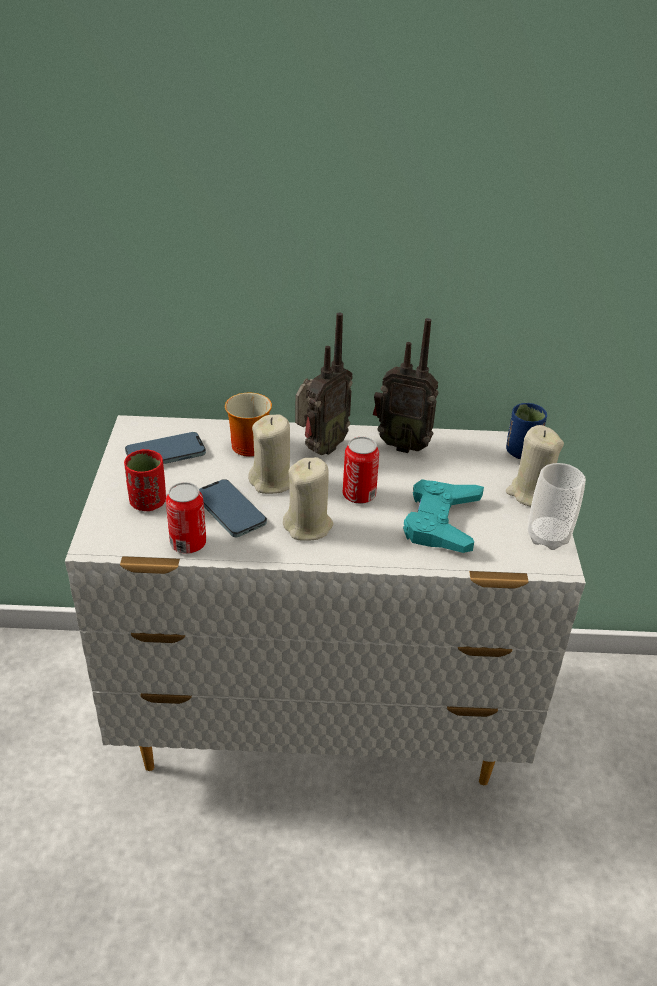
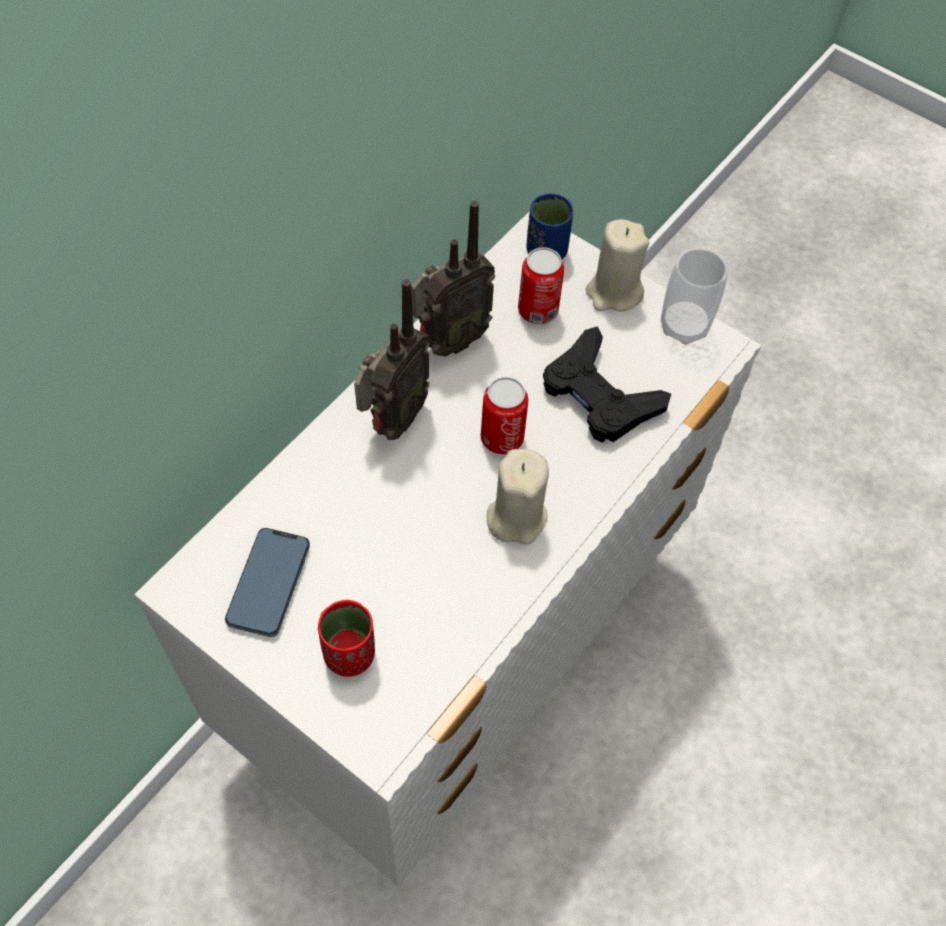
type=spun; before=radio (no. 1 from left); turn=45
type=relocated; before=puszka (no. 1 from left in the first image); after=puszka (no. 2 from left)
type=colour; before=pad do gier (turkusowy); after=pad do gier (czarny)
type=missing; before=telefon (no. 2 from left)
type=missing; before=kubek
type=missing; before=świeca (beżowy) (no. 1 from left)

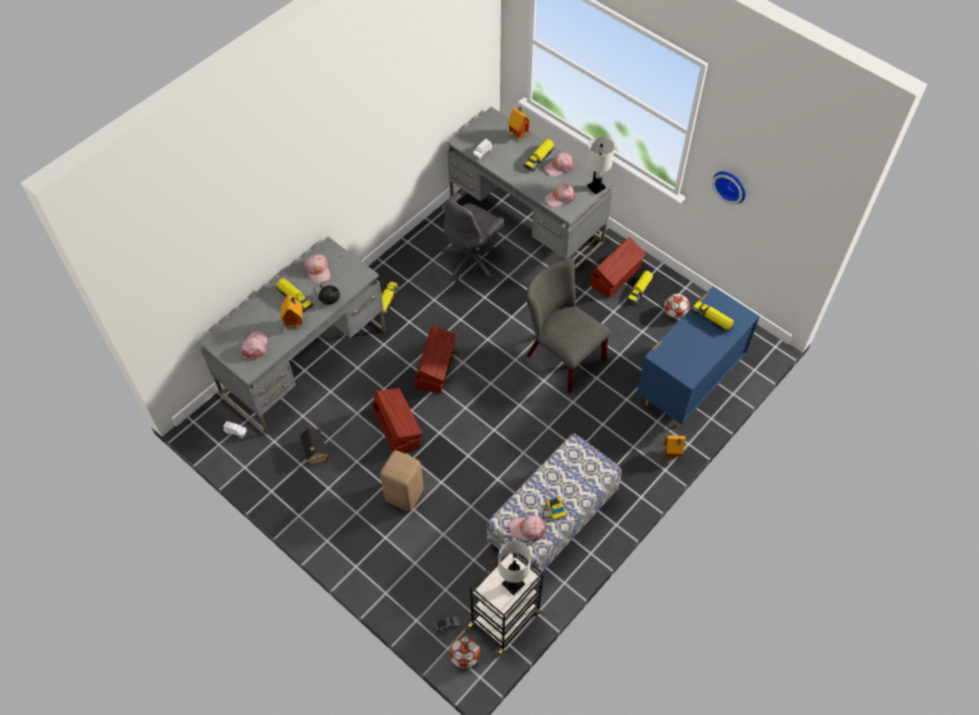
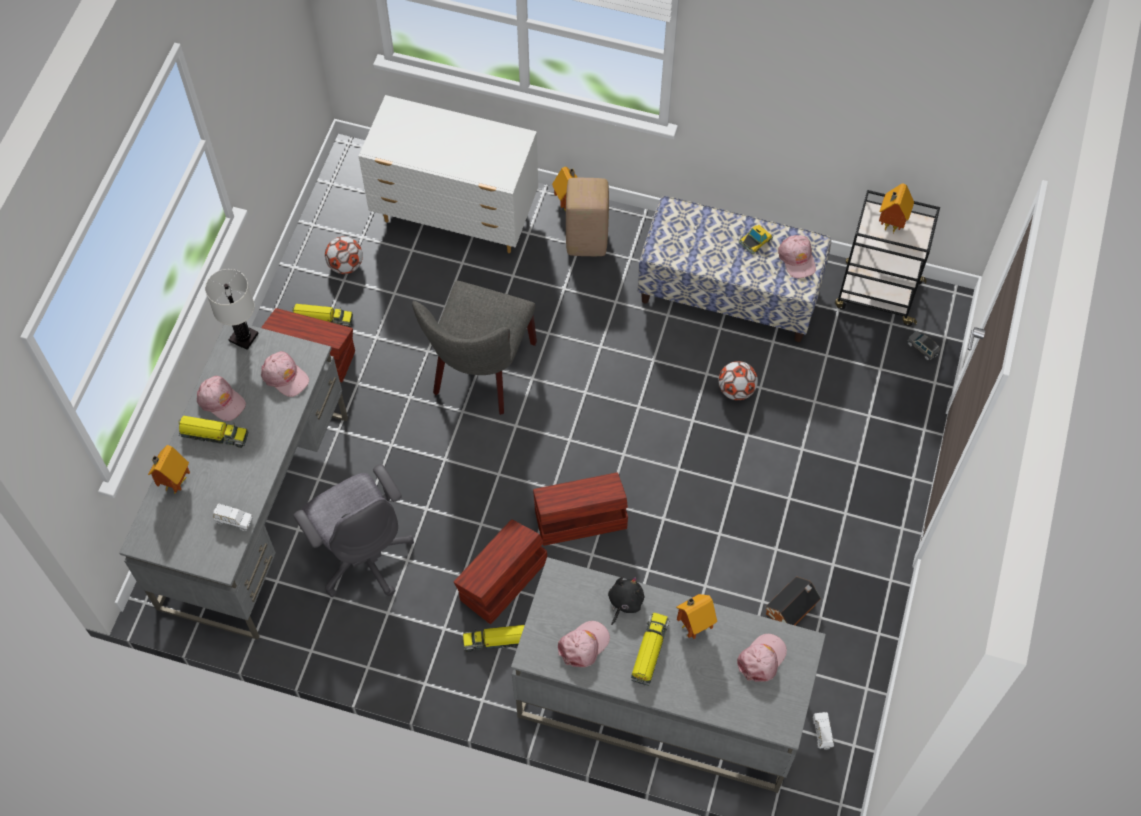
type=spun; before=krzesło biurowe (szary); turn=45
type=colour; before=komoda (niebieski); after=komoda (biały)
type=relocated; before=pojemnik do przechowywania (brązowy) (no. 1 from left in the first image); after=pojemnik do przechowywania (brązowy) (no. 2 from left)
type=relocated; before=stołek (beżowy)
type=relocated; before=piłka futbolowa (no. 1 from left in the first image); after=piłka futbolowa (no. 2 from left)
type=spun; before=czapka z daszkiem (różowy) (no. 1 from left in the first image); turn=150
type=exchanged; before=lampa stołowa (biały) (no. 1 from left); after=domek (no. 5 from left)
type=missing; before=ciężarówka zabawkowa (no. 5 from left)
type=missing; before=zegar ścienny

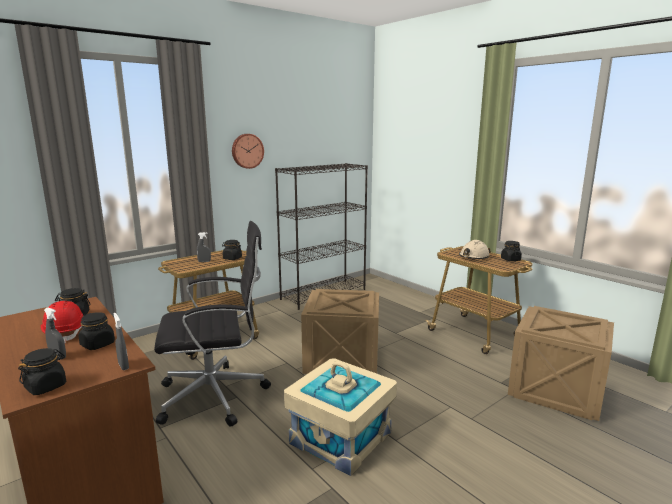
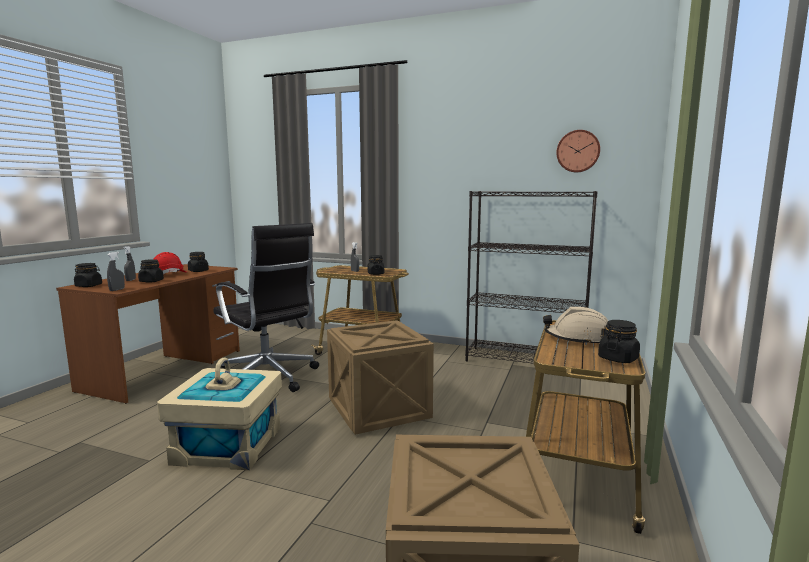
type=relocated; before=zegar ścienny

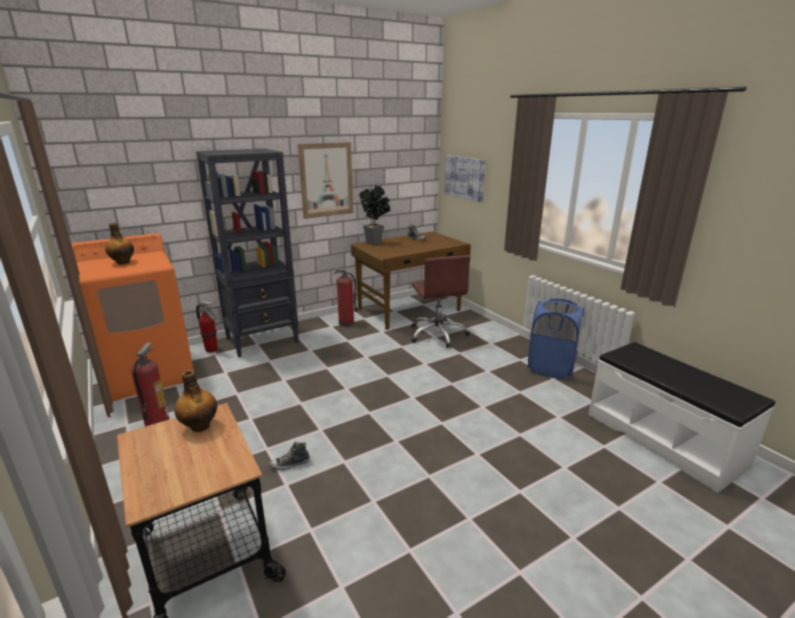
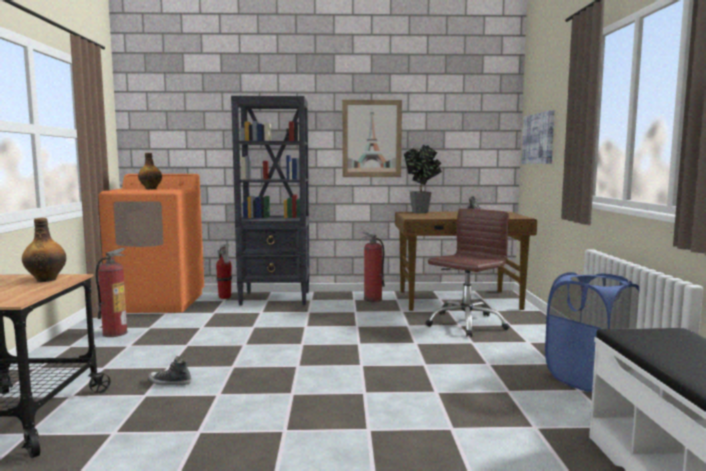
type=spun; before=krzesło biurowe (brązowy); turn=-150

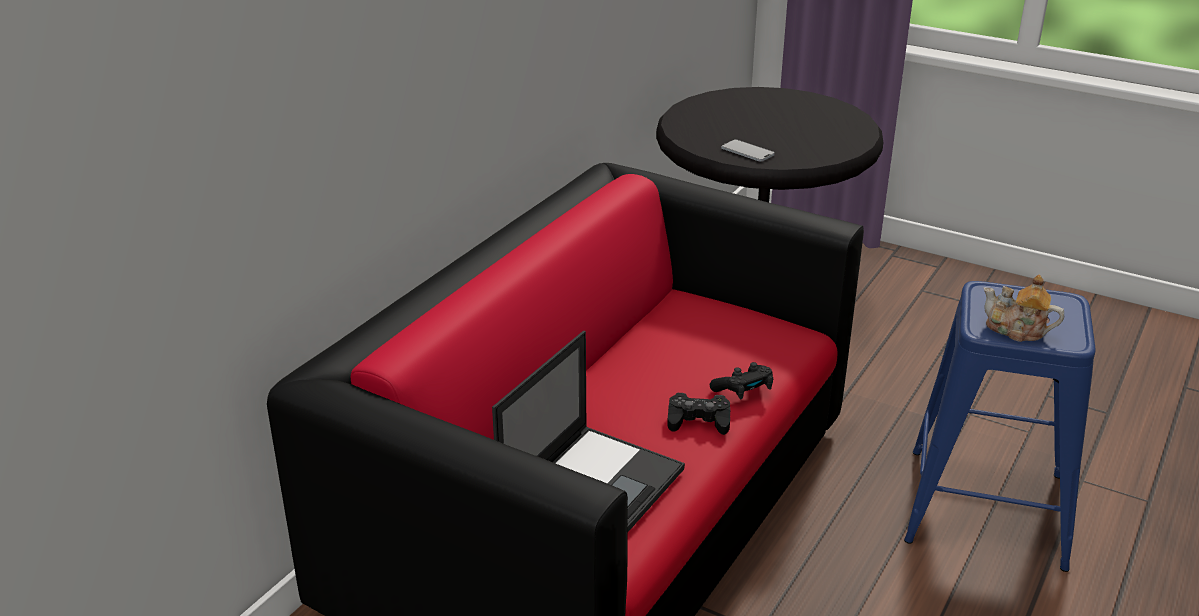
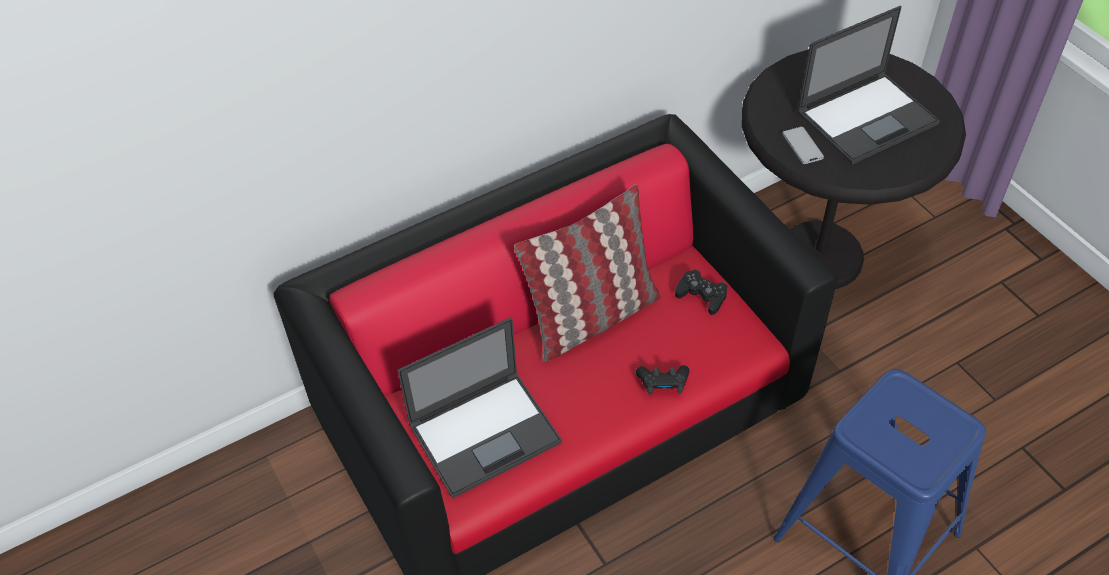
type=appeared; after=poduszka
type=relocated; before=pad do gier (czarny) (no. 1 from left in the first image); after=pad do gier (czarny) (no. 2 from left)
type=appeared; after=laptop (no. 2 from left)
type=missing; before=imbryk

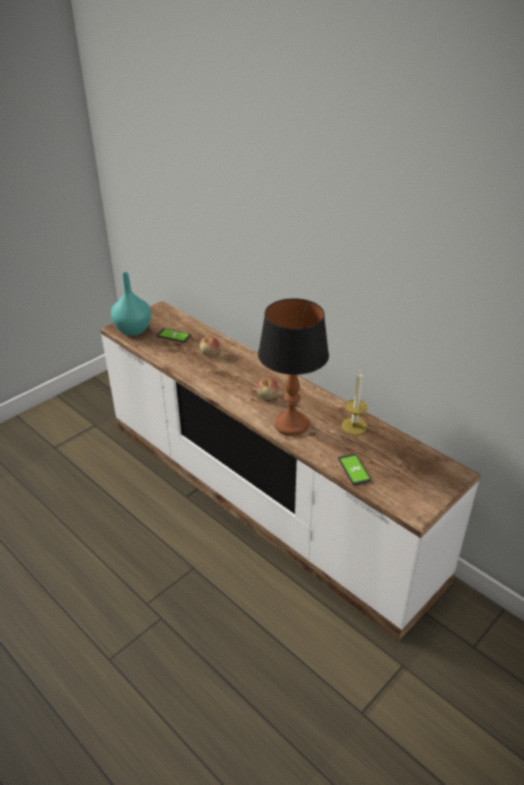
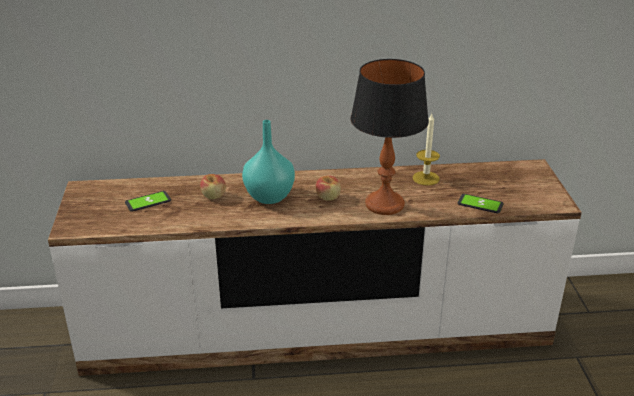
type=relocated; before=wazon (turkusowy)

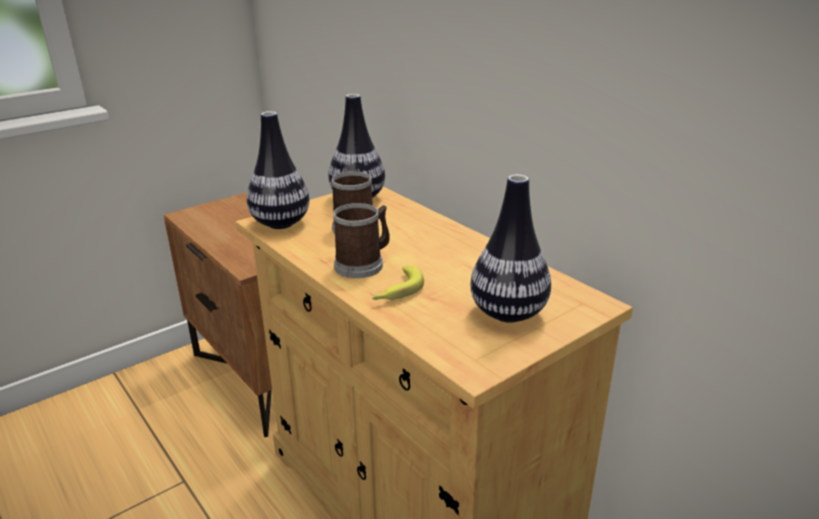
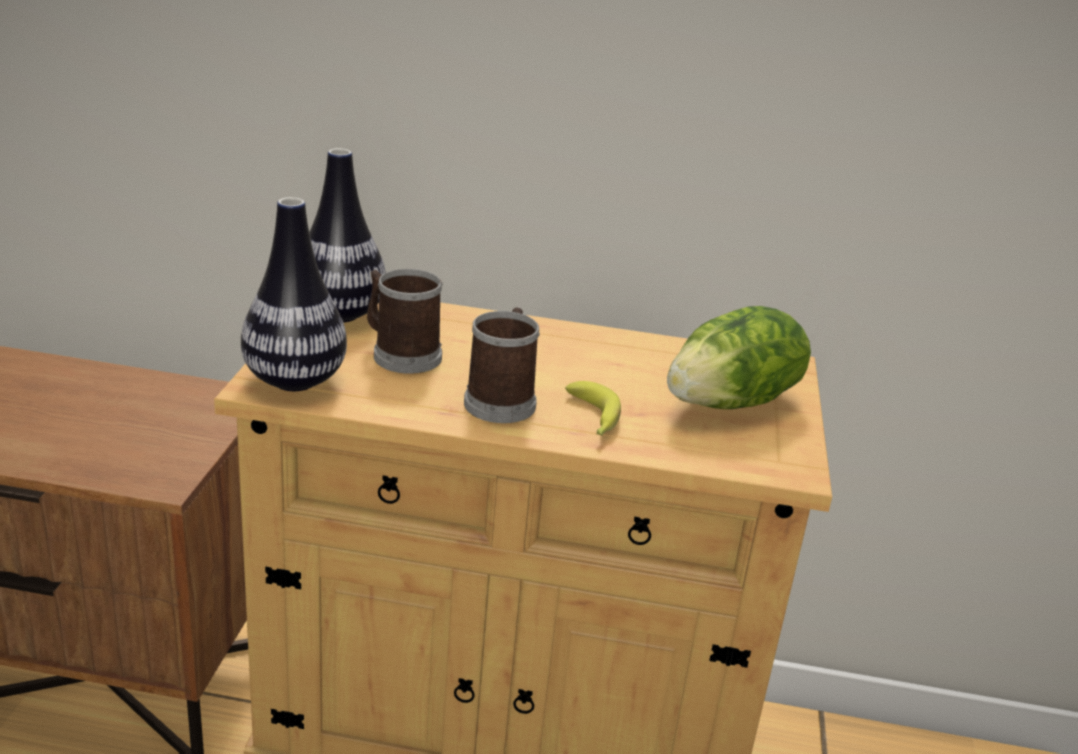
type=exchanged; before=wazon (no. 3 from left); after=sałata

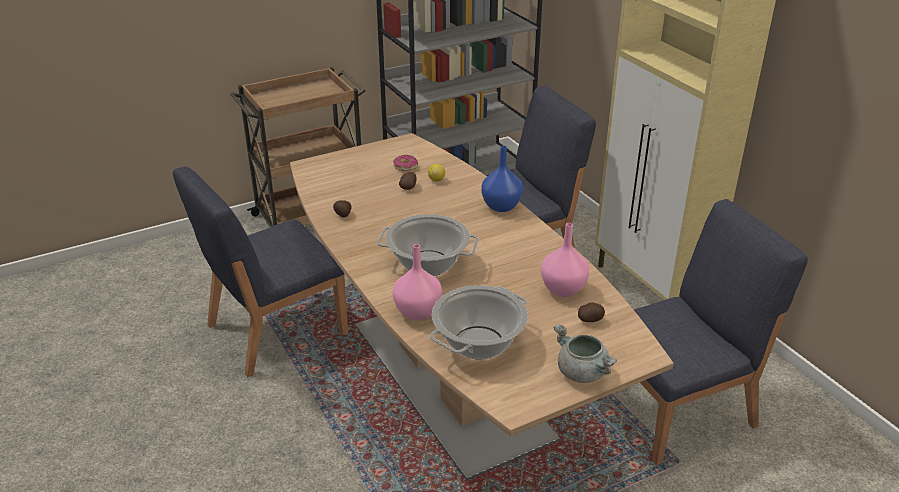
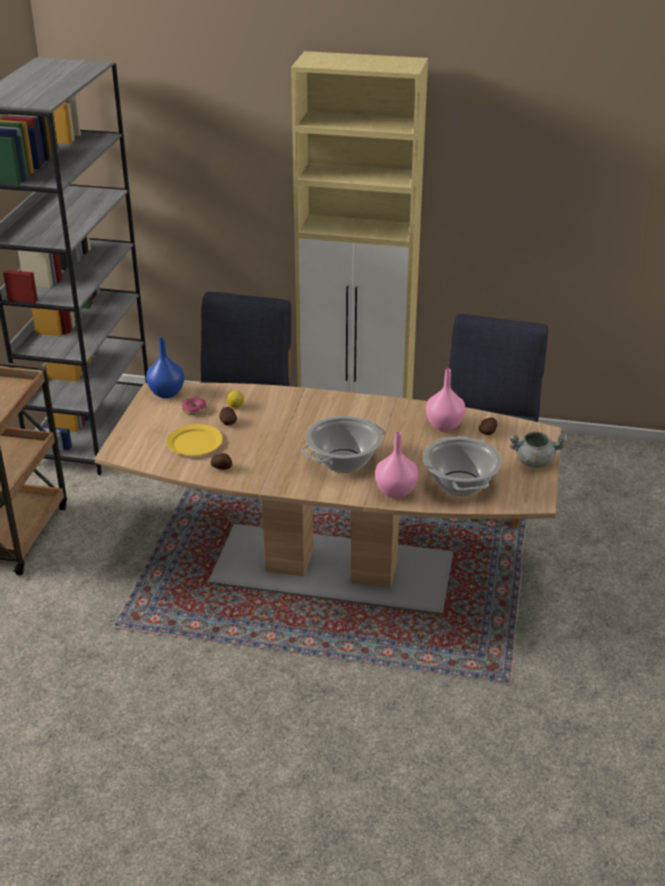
type=relocated; before=wazon (niebieski)
type=appeared; after=talerz (żółty)
type=missing; before=krzesło (niebieski) (no. 1 from left)

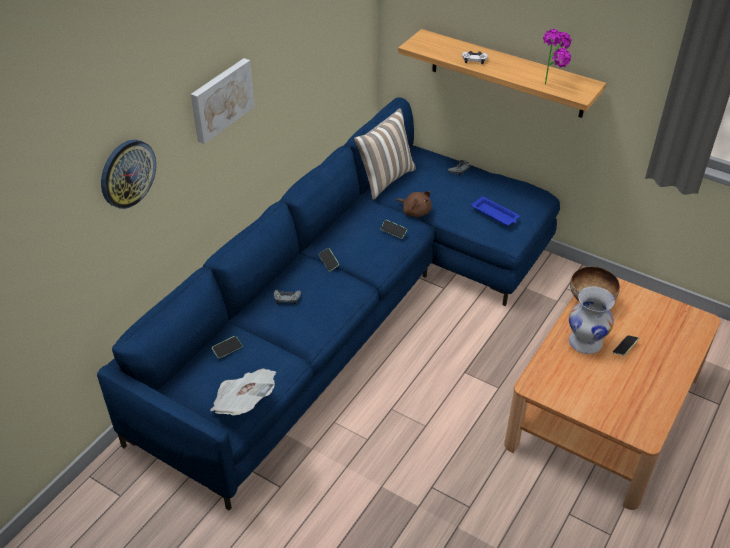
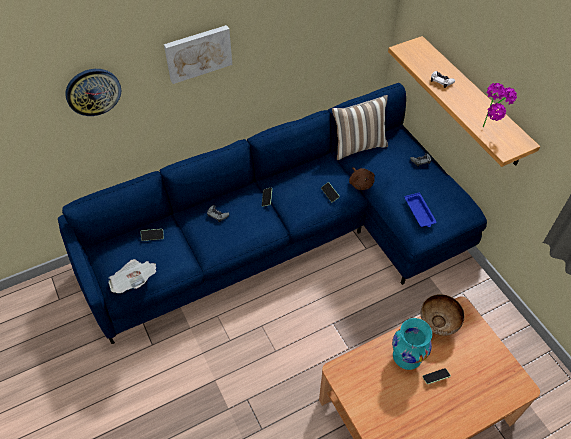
type=colour; before=wazon (biały); after=wazon (turkusowy)

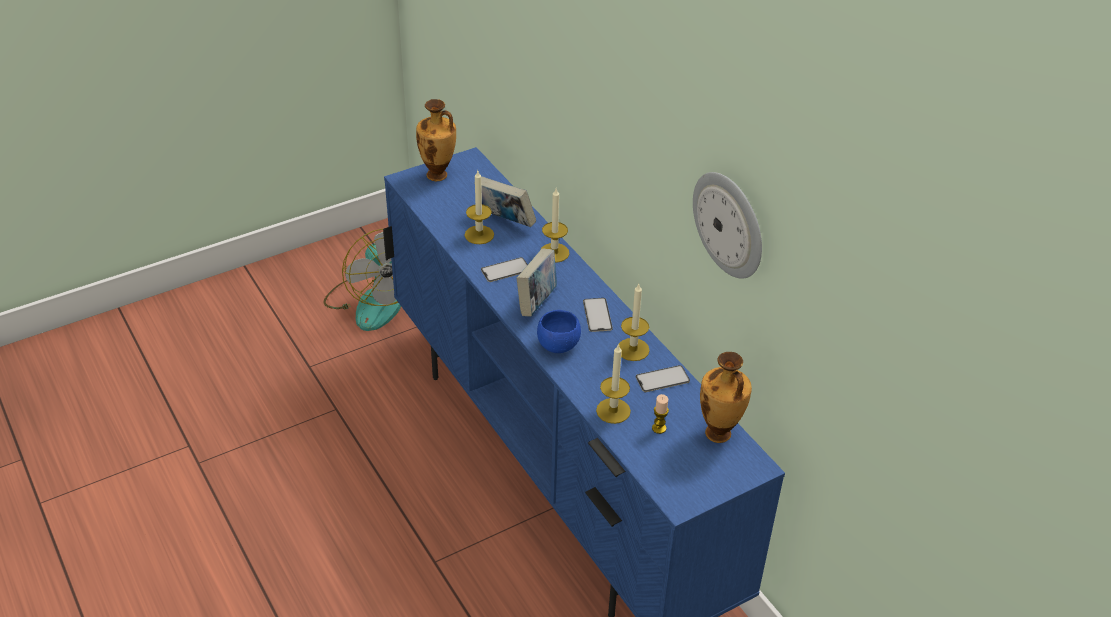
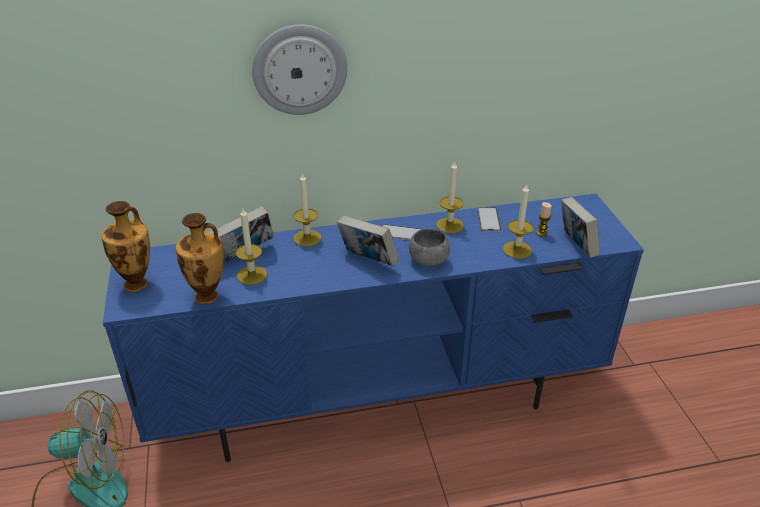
type=relocated; before=wazon (no. 2 from left)
type=relocated; before=zegar ścienny
type=colour; before=miska (niebieski); after=miska (szary)
type=appeared; after=książka (no. 3 from left)
type=missing; before=telefon (no. 1 from left)

